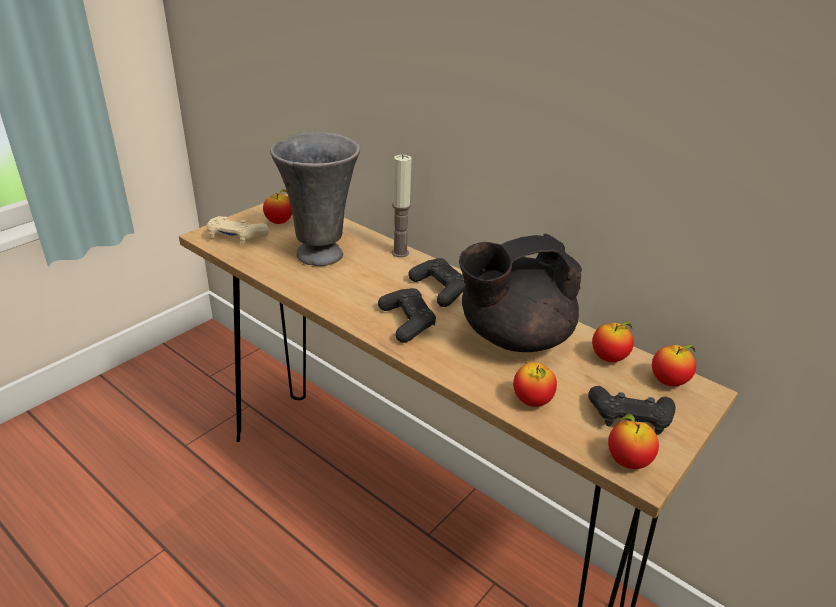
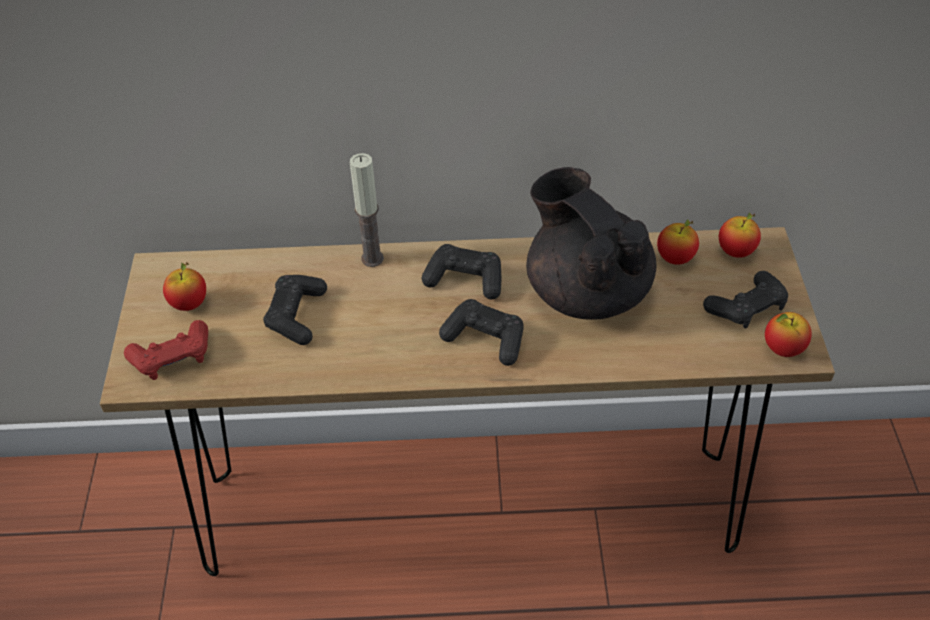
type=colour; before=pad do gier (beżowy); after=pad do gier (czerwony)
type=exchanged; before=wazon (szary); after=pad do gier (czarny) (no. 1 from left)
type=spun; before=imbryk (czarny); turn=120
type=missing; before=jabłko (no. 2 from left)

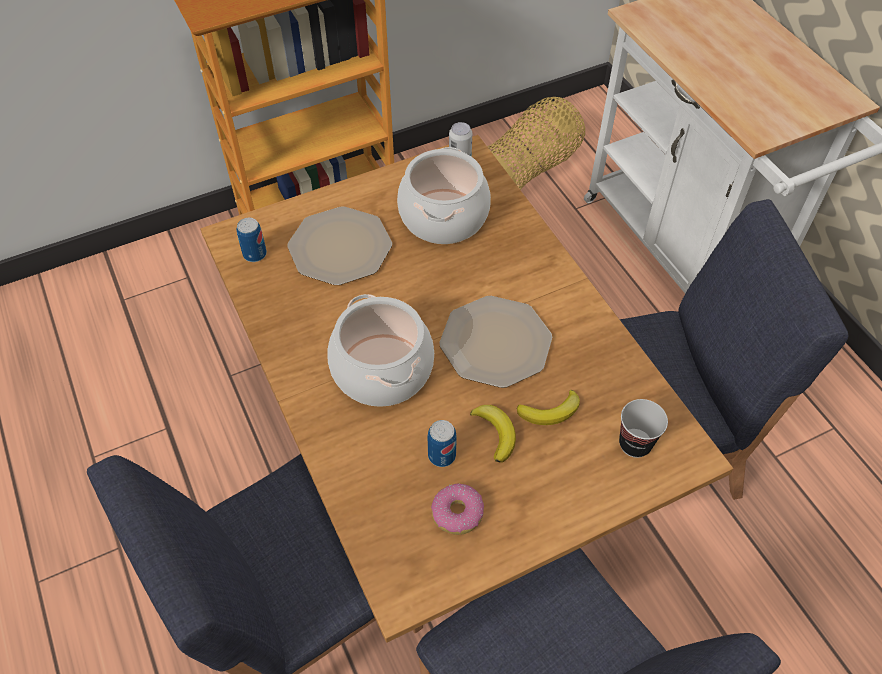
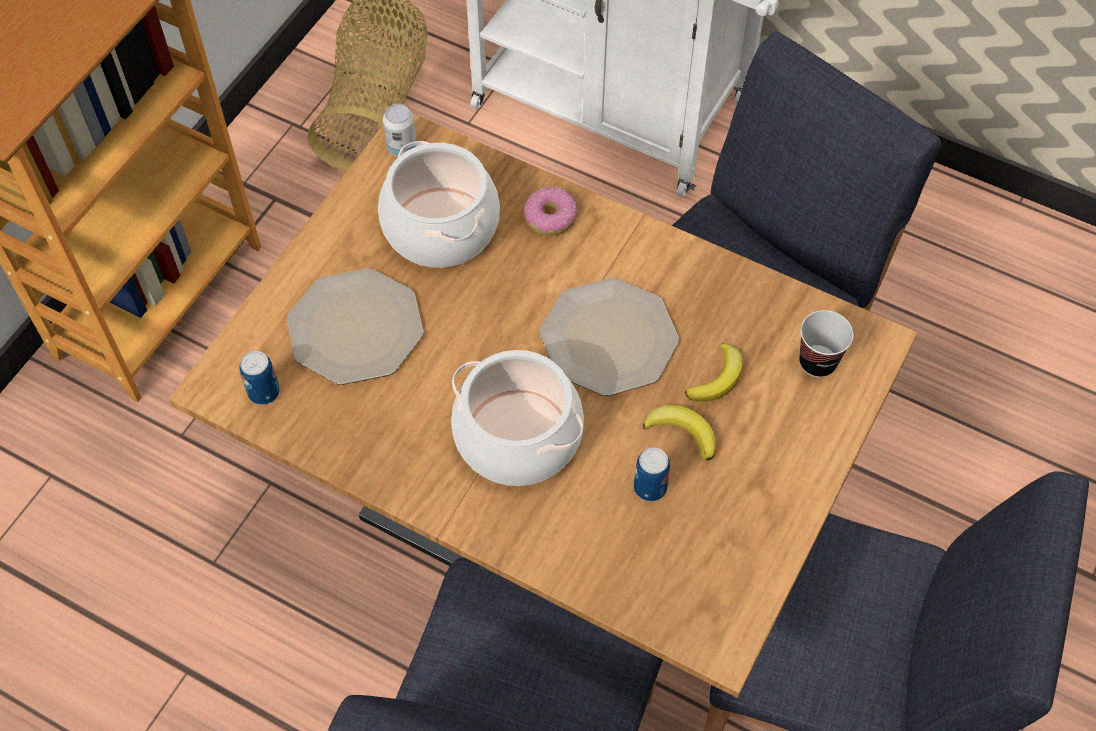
type=relocated; before=donut

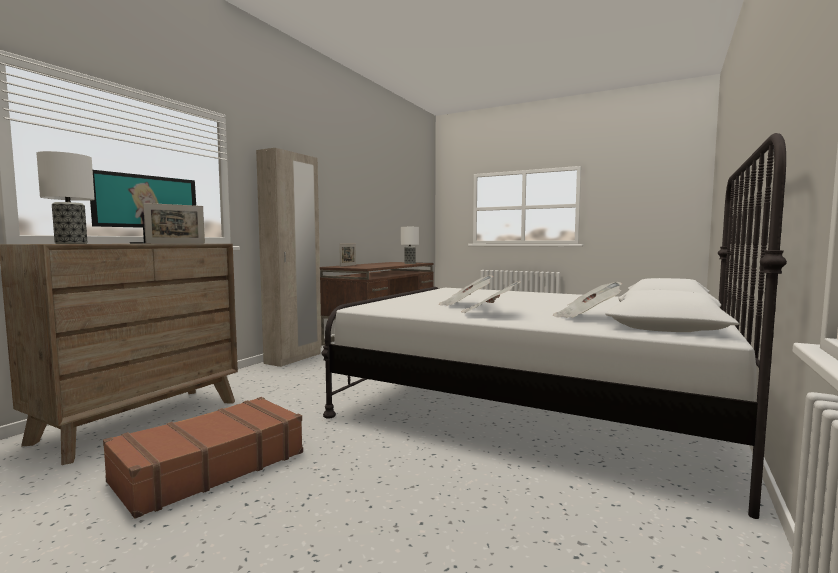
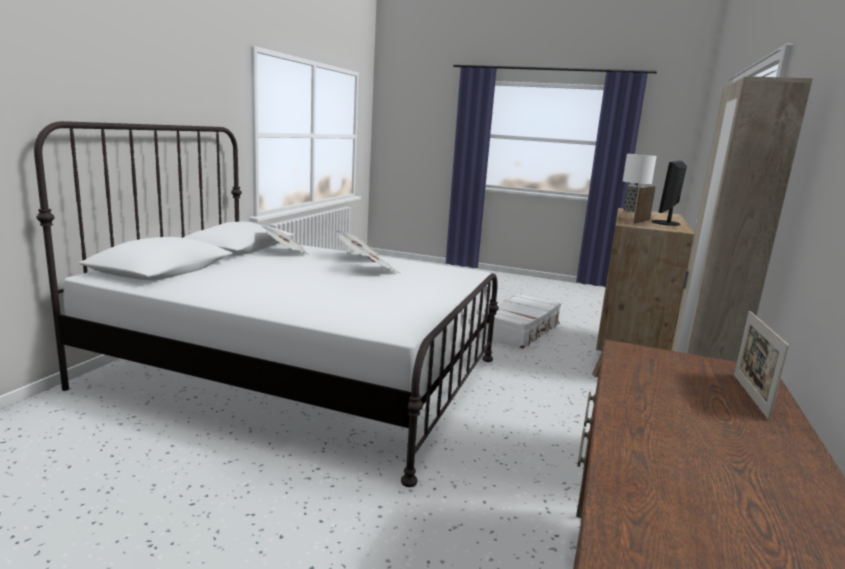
type=colour; before=walizka (brązowy); after=walizka (biały)
type=missing; before=lampa stołowa (no. 2 from left)

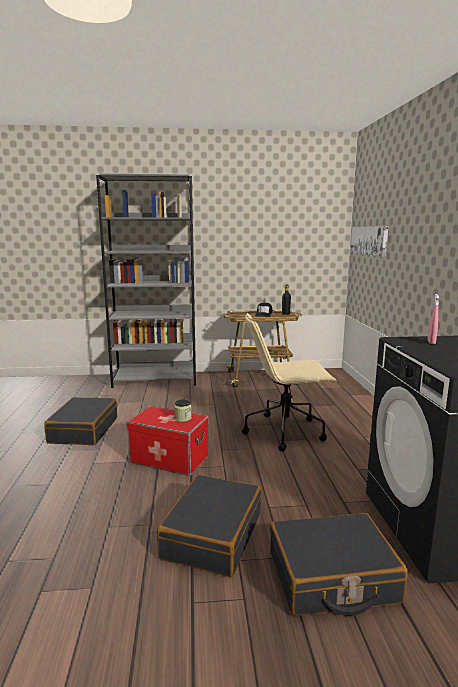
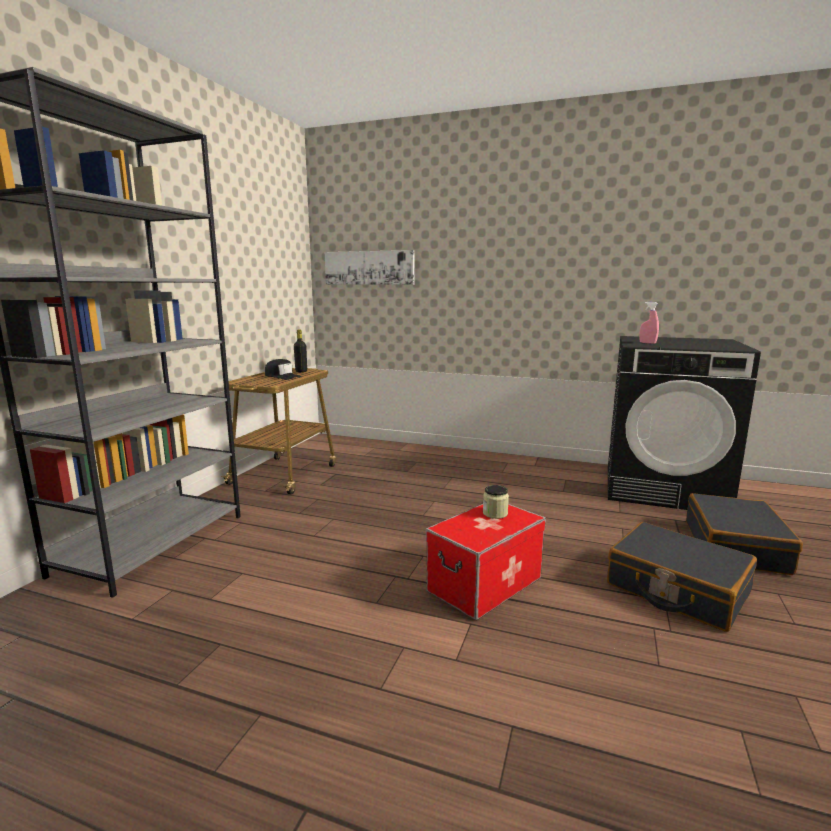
type=missing; before=walizka (czarny) (no. 1 from left)
type=missing; before=krzesło biurowe (beżowy)

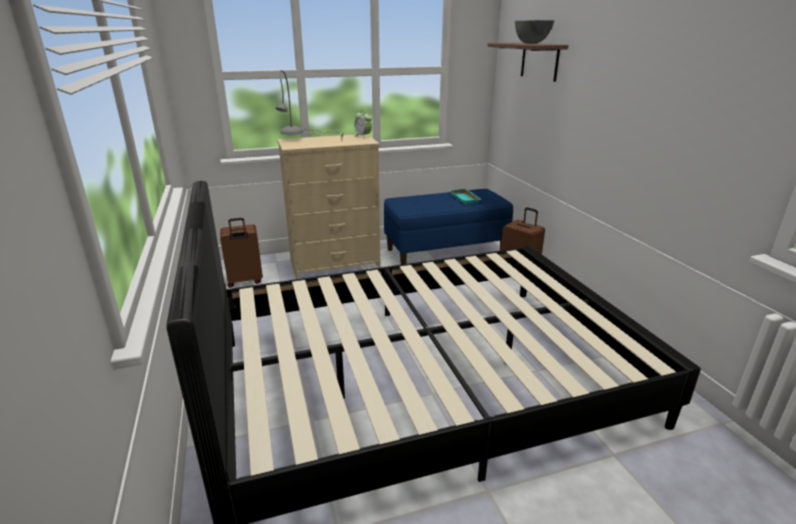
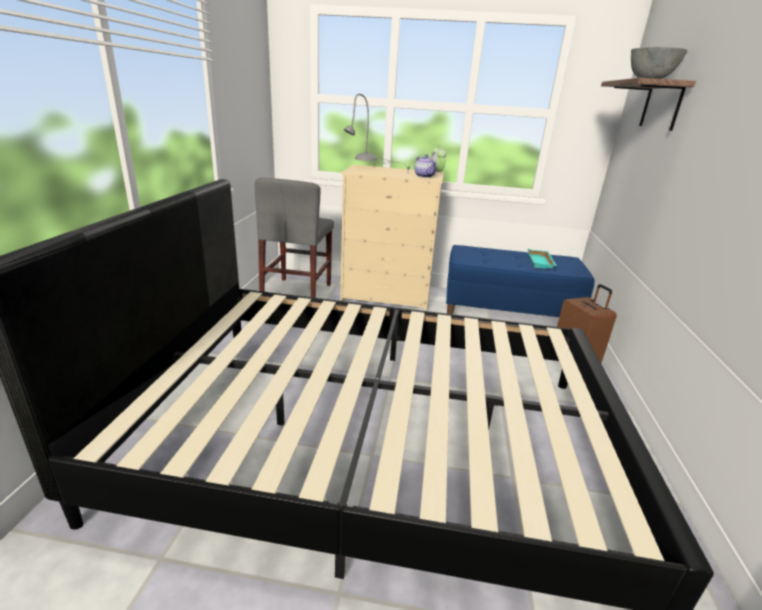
type=exchanged; before=walizka (brązowy) (no. 1 from left); after=krzesło (szary)
type=appeared; after=imbryk

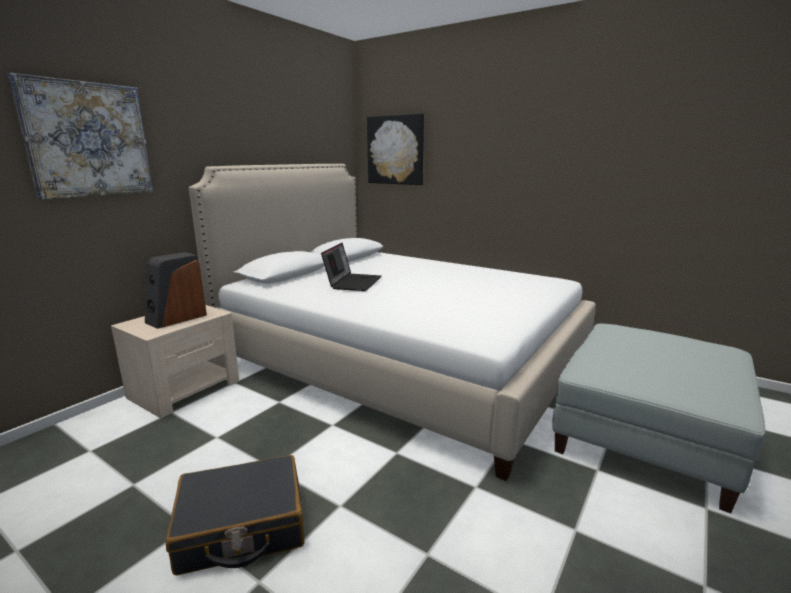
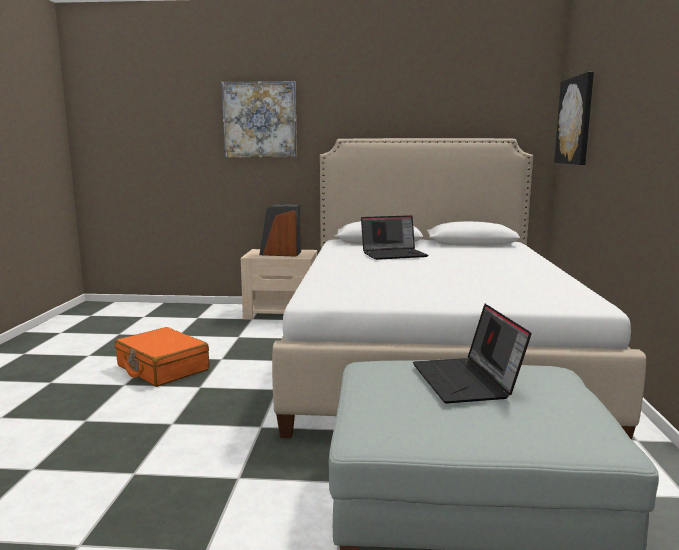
type=colour; before=walizka (czarny); after=walizka (pomarańczowy)
type=appeared; after=laptop (no. 2 from left)

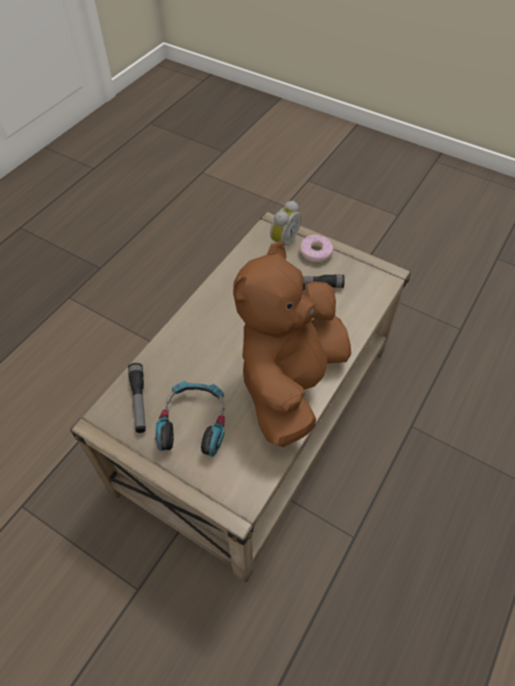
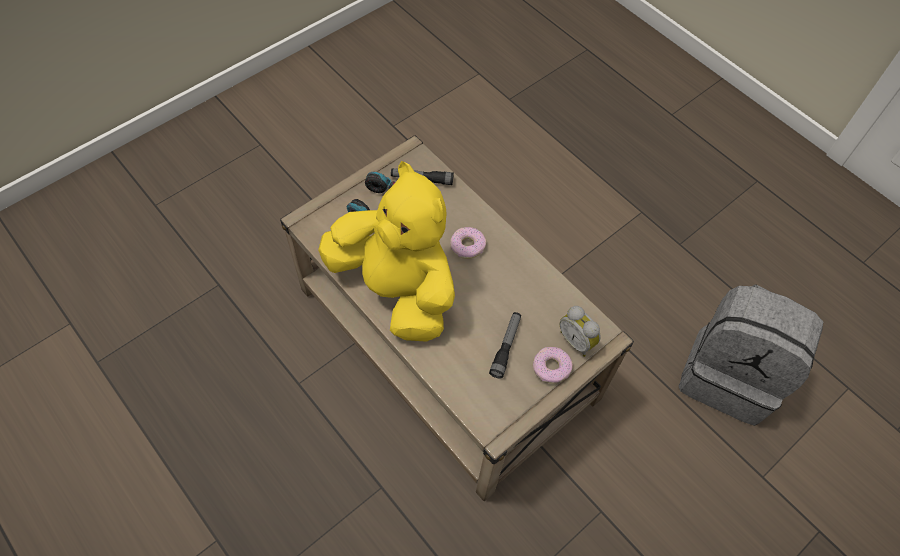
type=colour; before=pluszak (brązowy); after=pluszak (żółty)
type=appeared; after=donut (no. 1 from left)
type=appeared; after=plecak (szary)

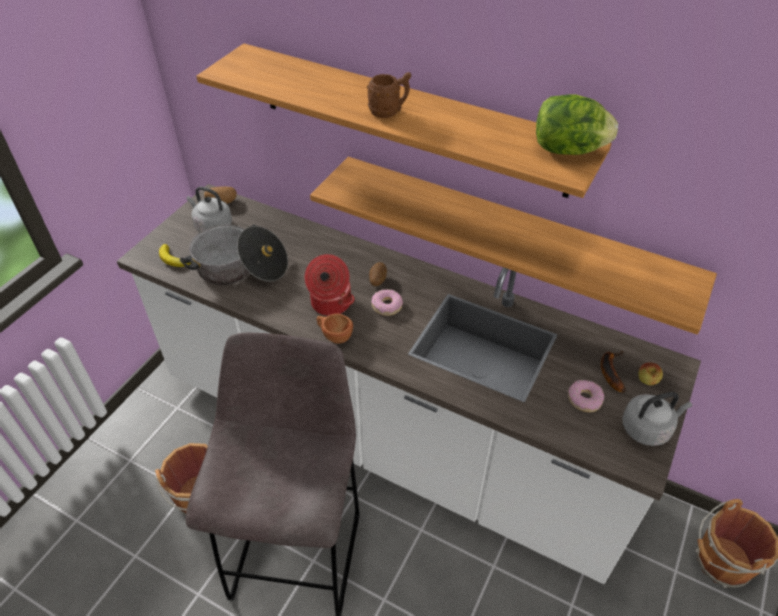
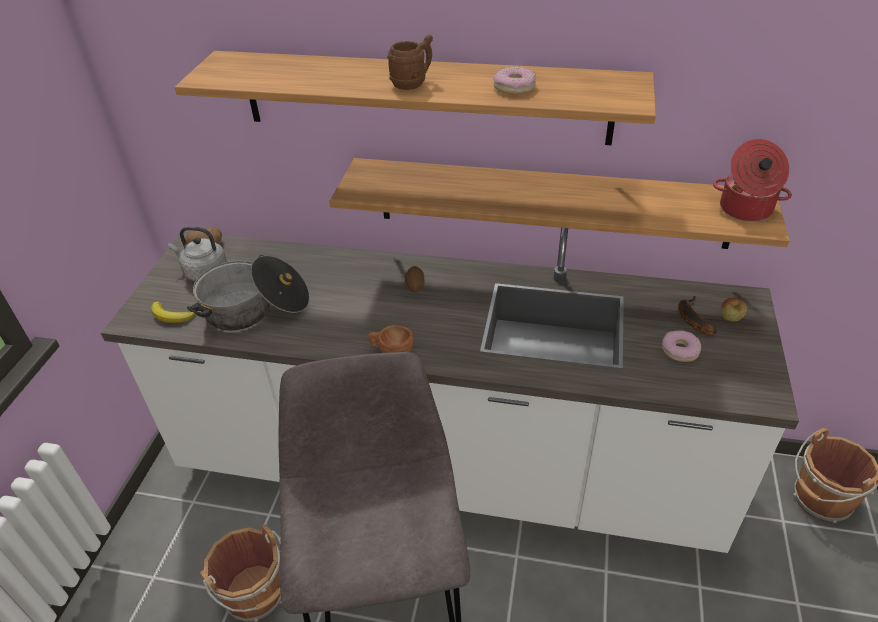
type=relocated; before=donut (no. 1 from left)
type=relocated; before=garnek (no. 2 from left)
type=missing; before=sałata
type=missing; before=czajnik (szary) (no. 2 from left)

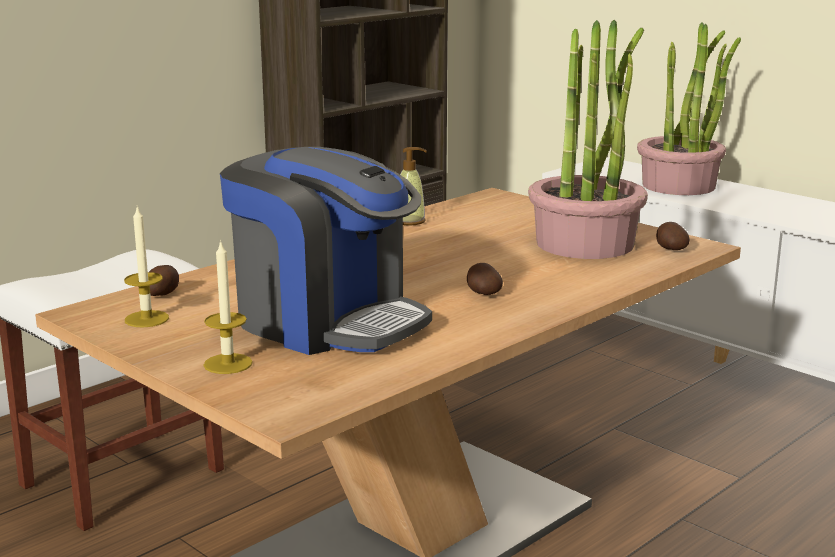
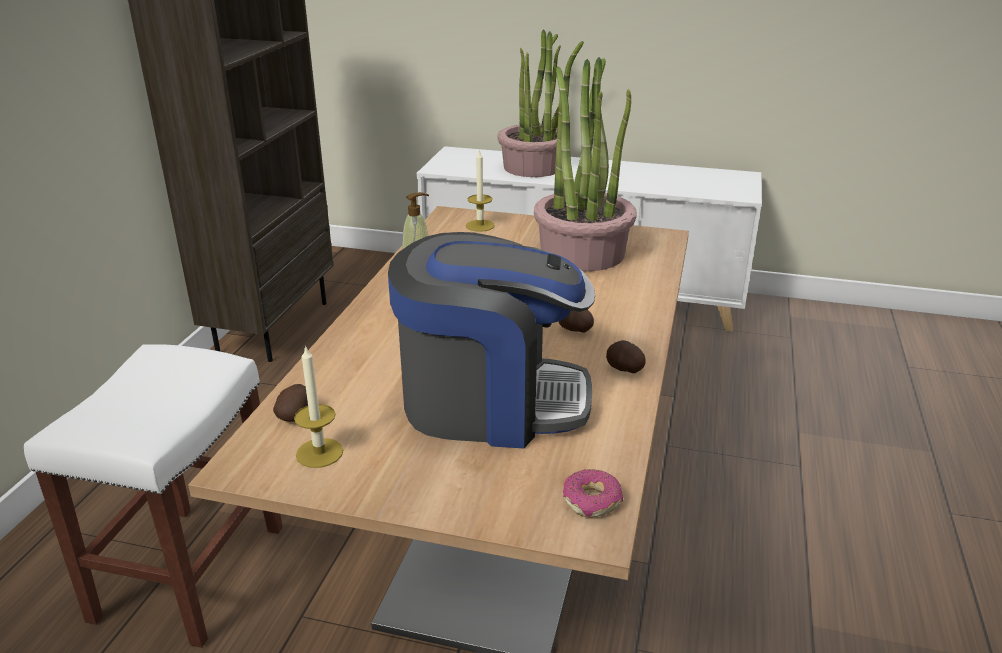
type=relocated; before=świeca (no. 2 from left)
type=appeared; after=donut
type=relocated; before=ziemniak (no. 3 from left)

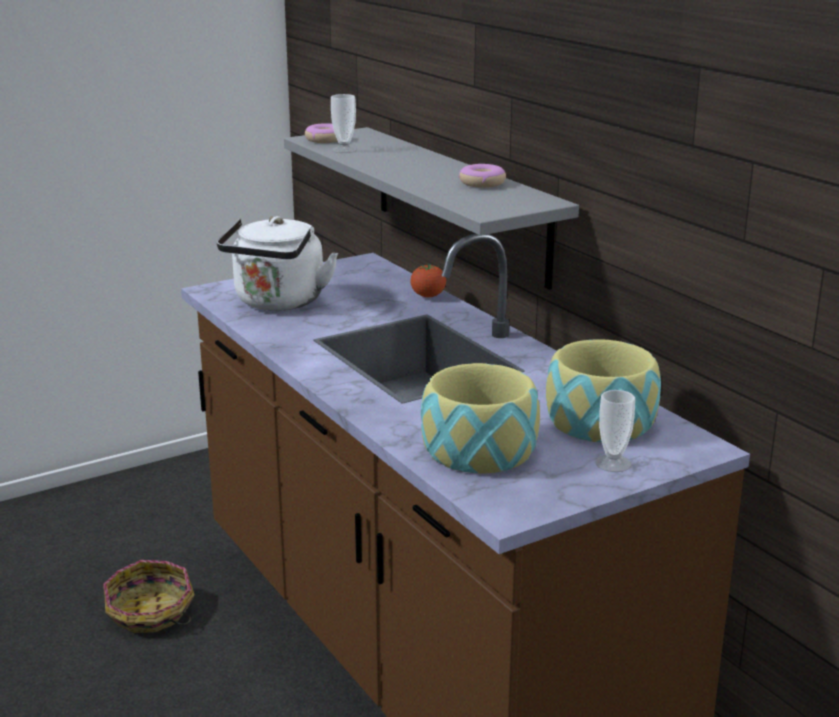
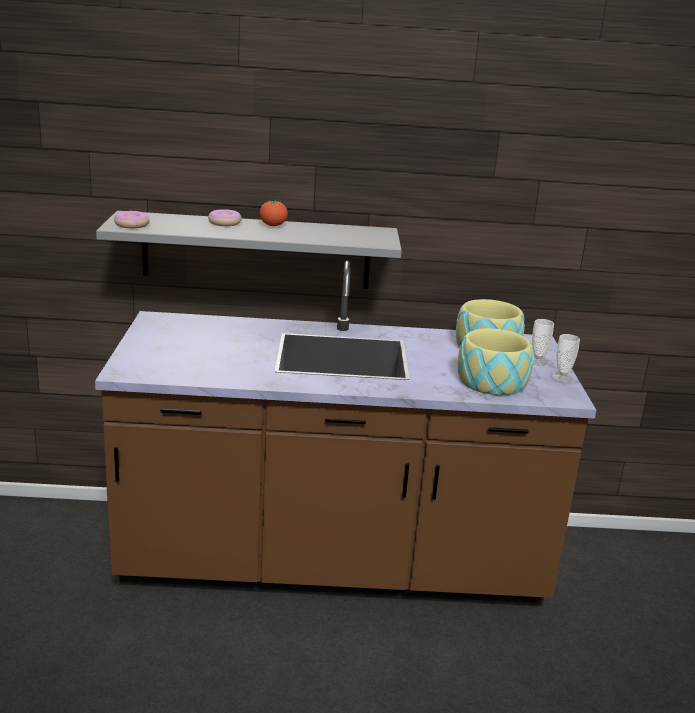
type=relocated; before=donut (no. 2 from left)
type=relocated; before=pomidor
type=relocated; before=filiżanka (no. 1 from left in the first image); after=filiżanka (no. 2 from left)
type=missing; before=koszyk
type=missing; before=czajnik (biały)

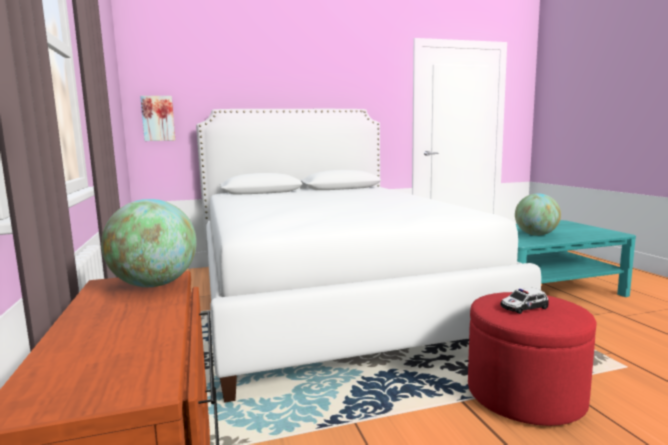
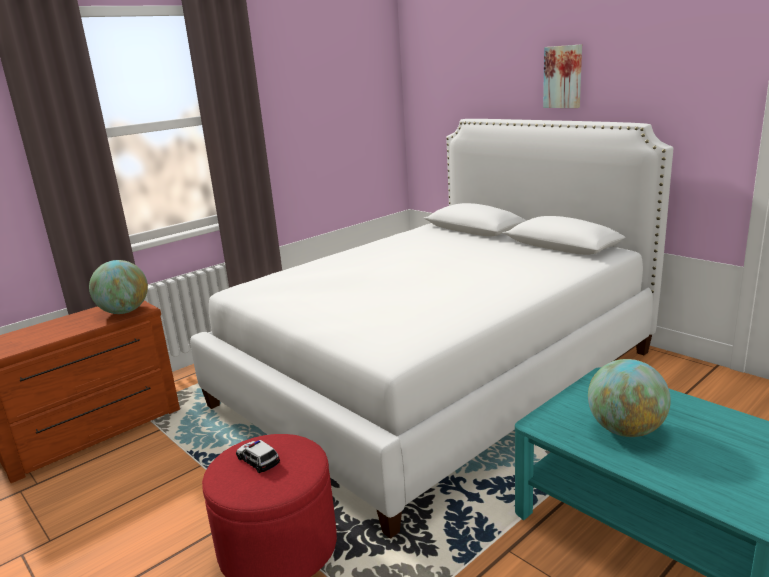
type=relocated; before=obraz

